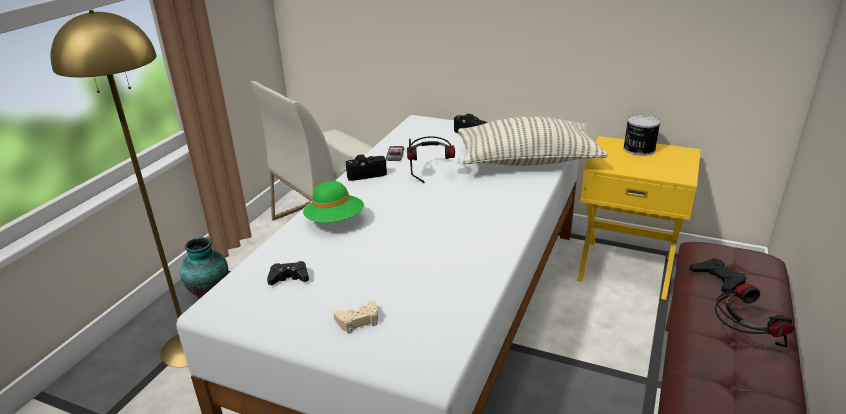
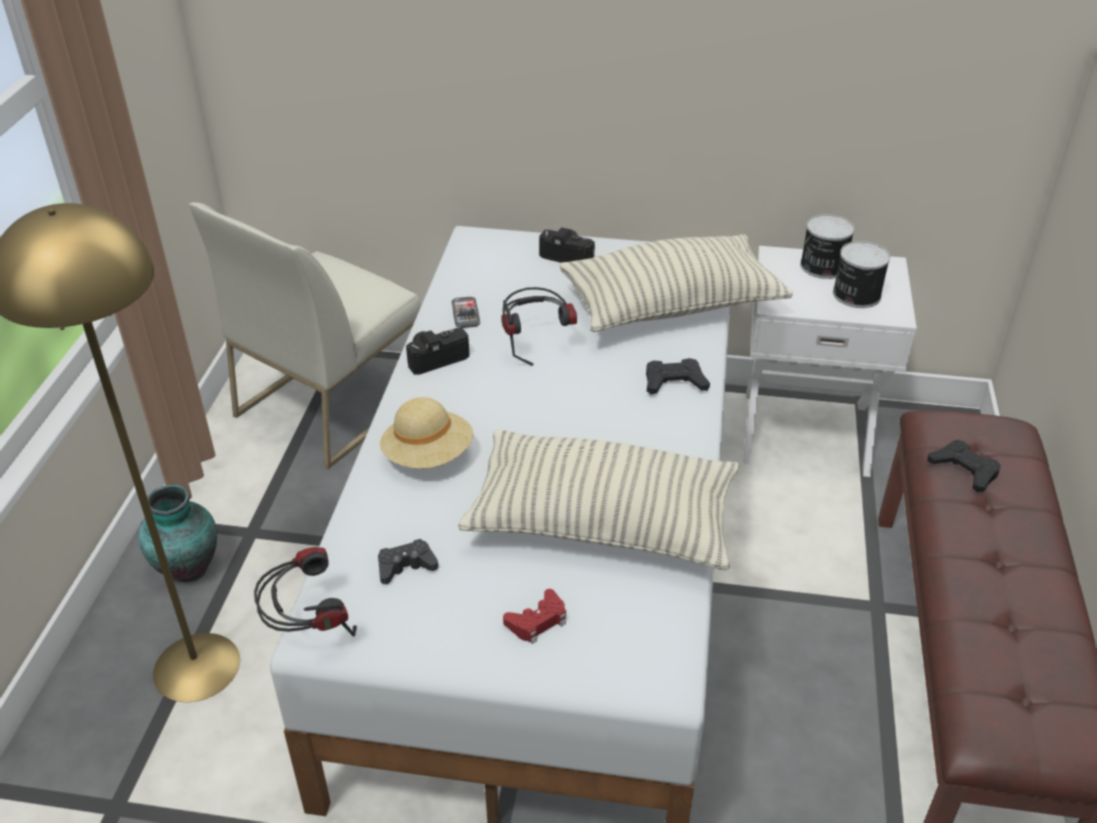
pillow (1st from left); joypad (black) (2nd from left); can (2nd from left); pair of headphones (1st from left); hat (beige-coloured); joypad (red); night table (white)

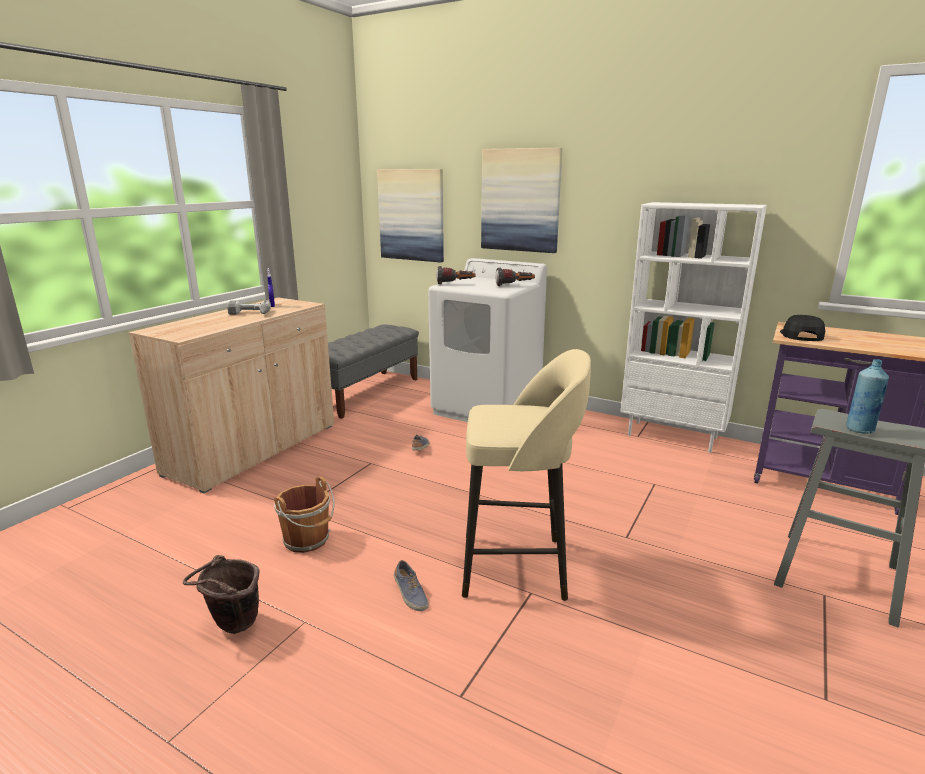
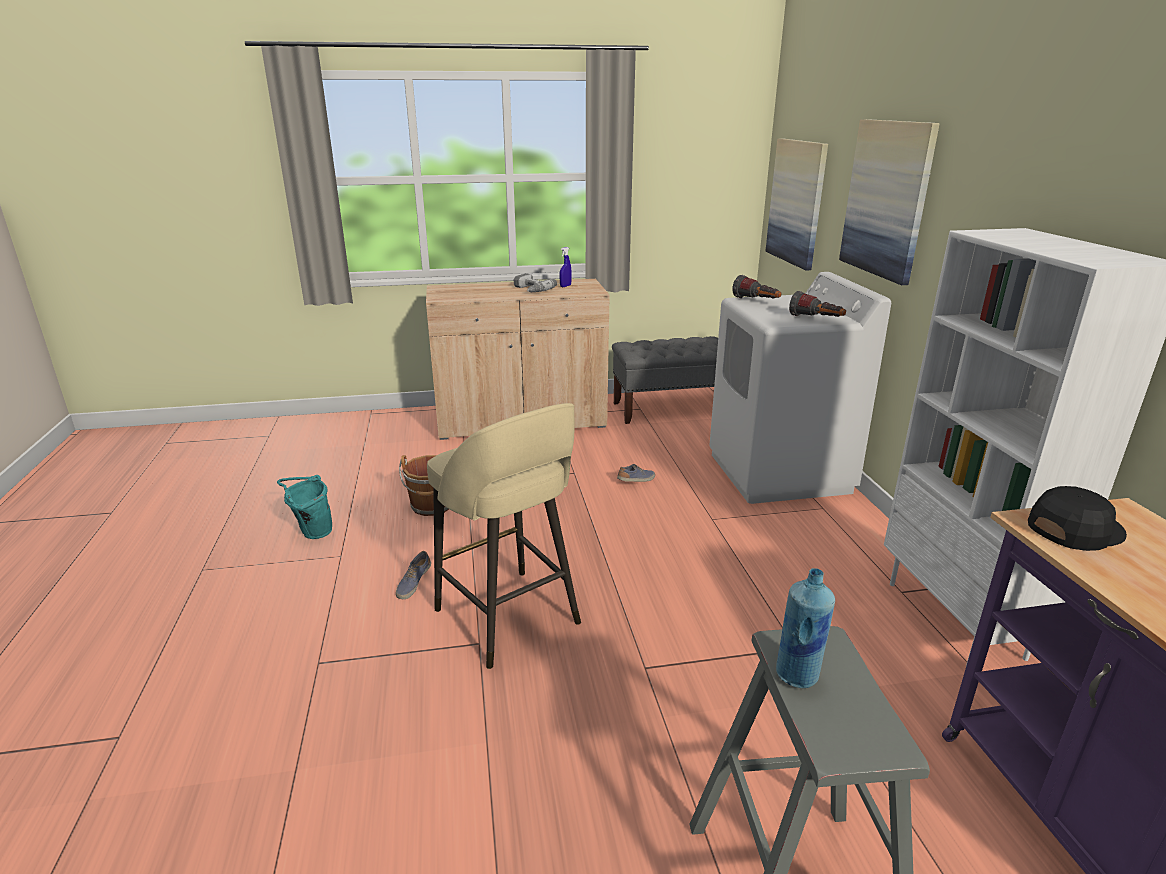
bucket (blue-green)

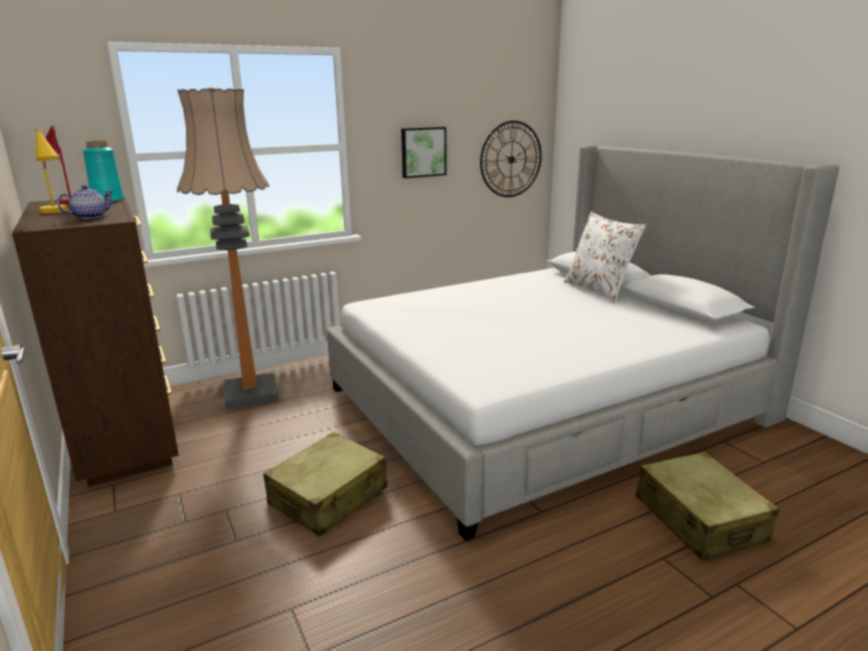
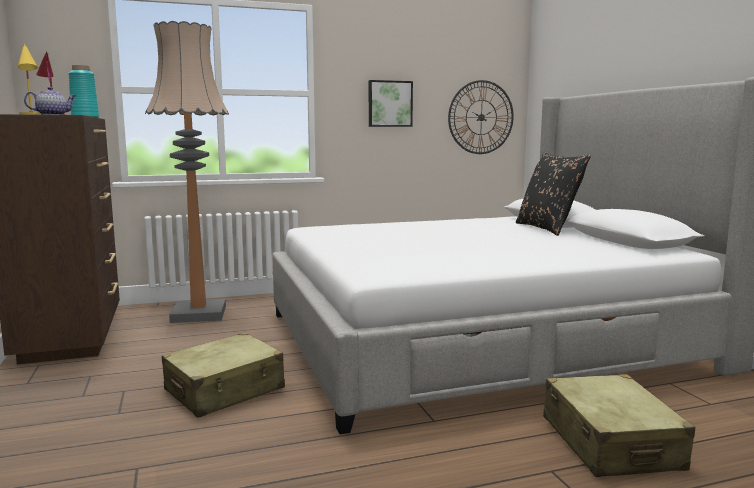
pillow (black)

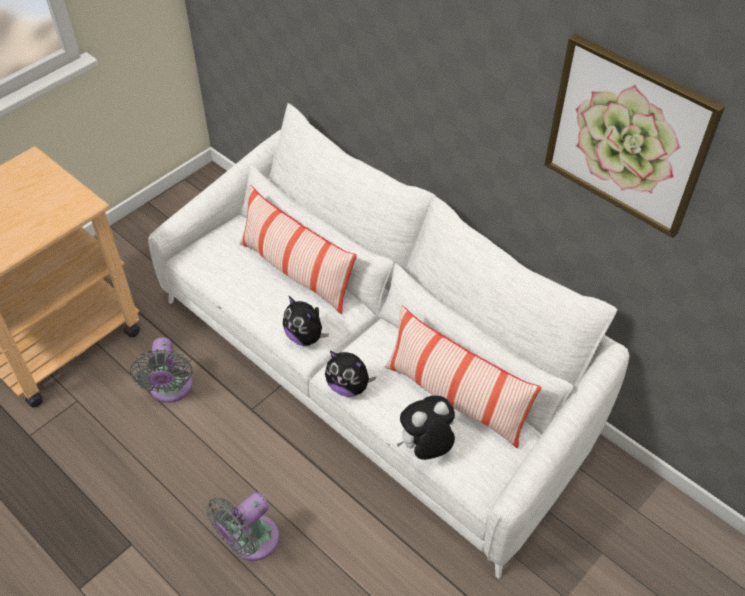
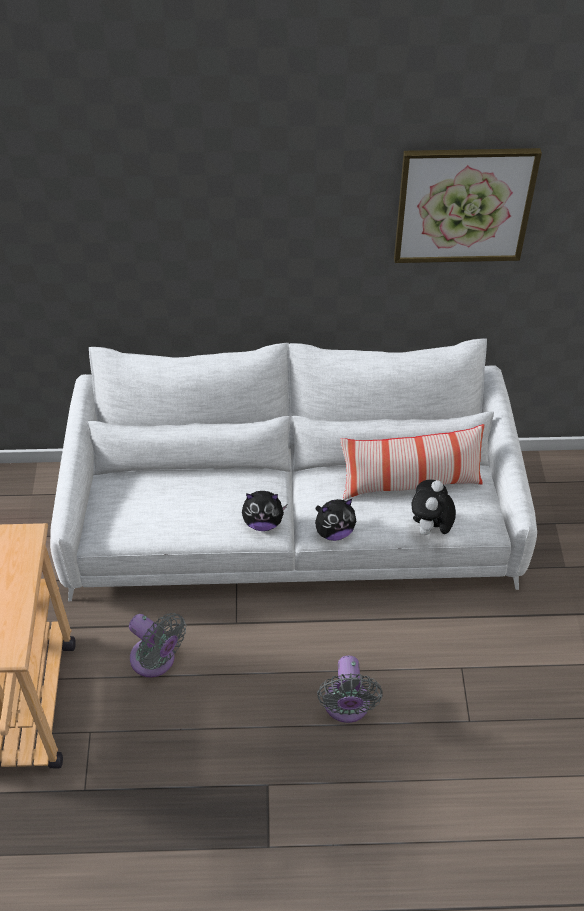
pillow (1st from left in the first image)

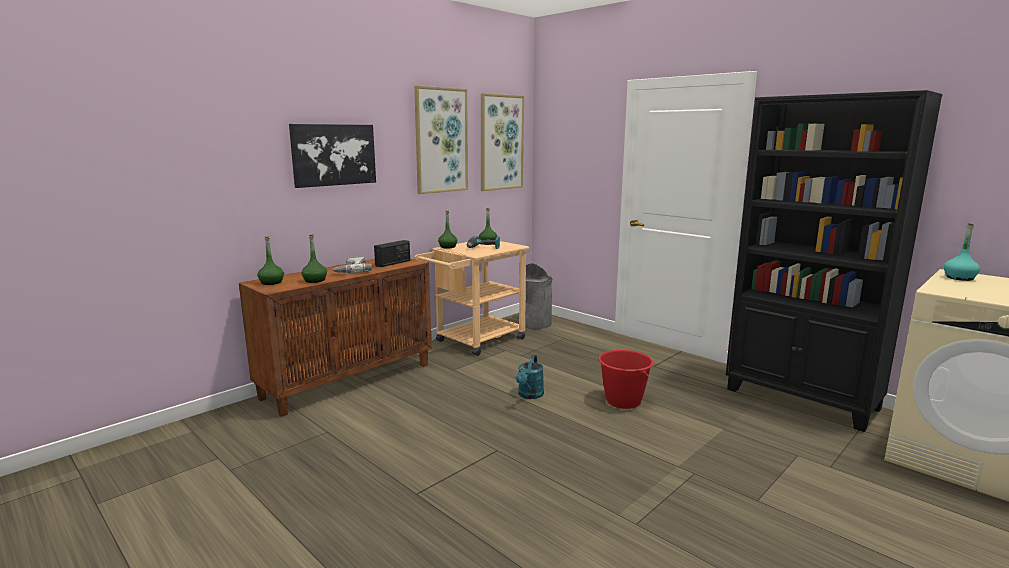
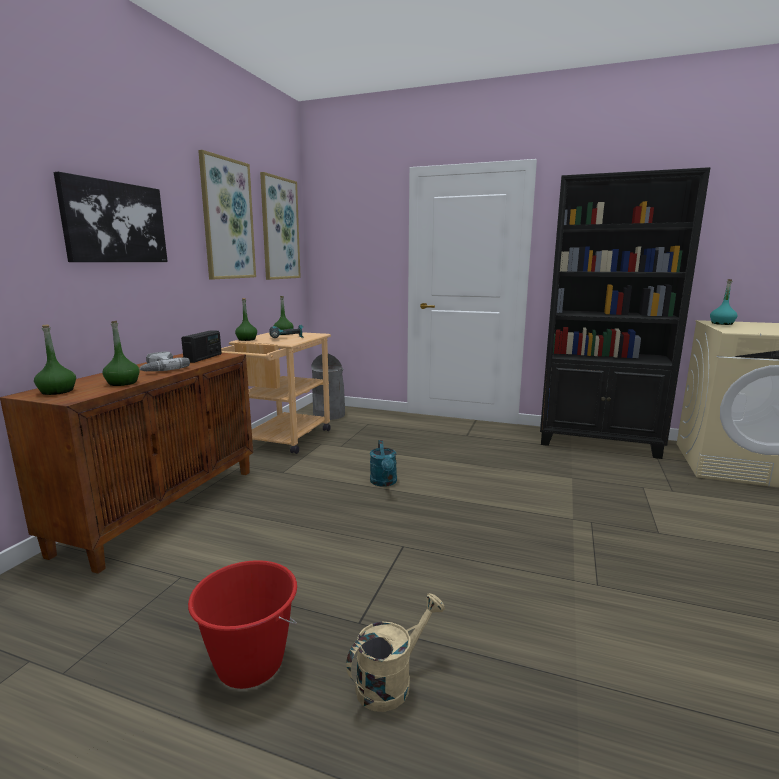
watering can (beige-coloured); bucket (red)

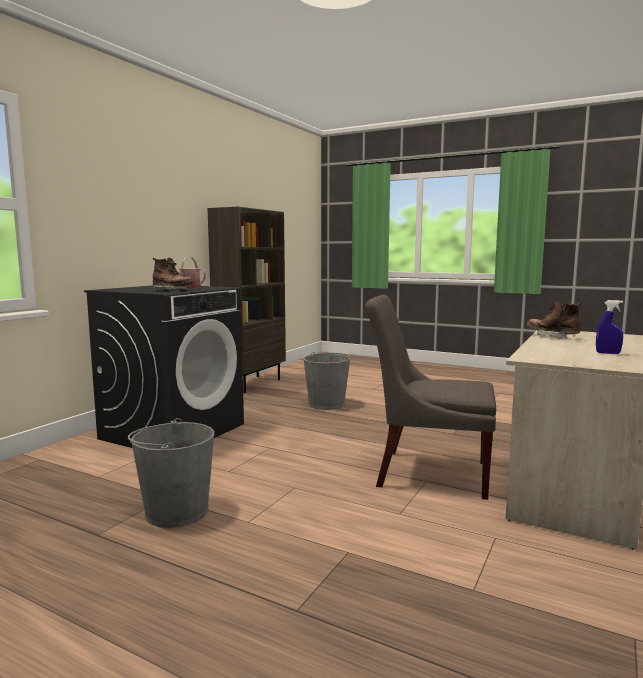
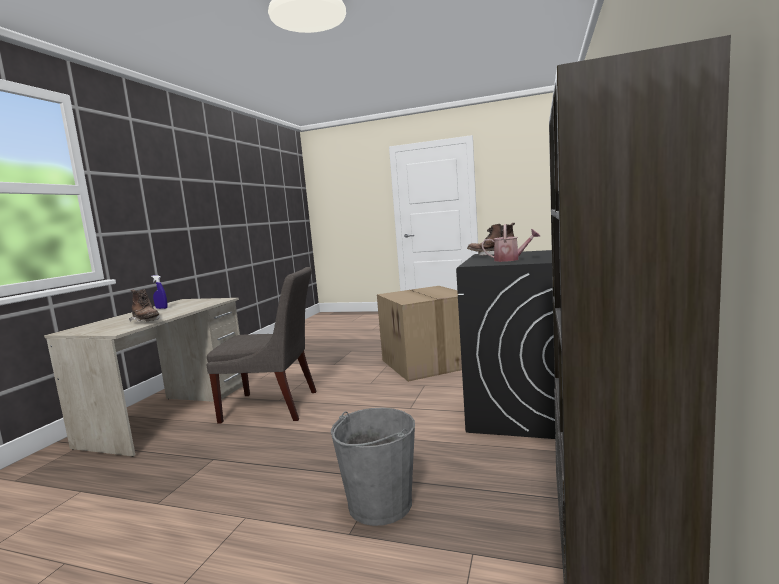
packing box

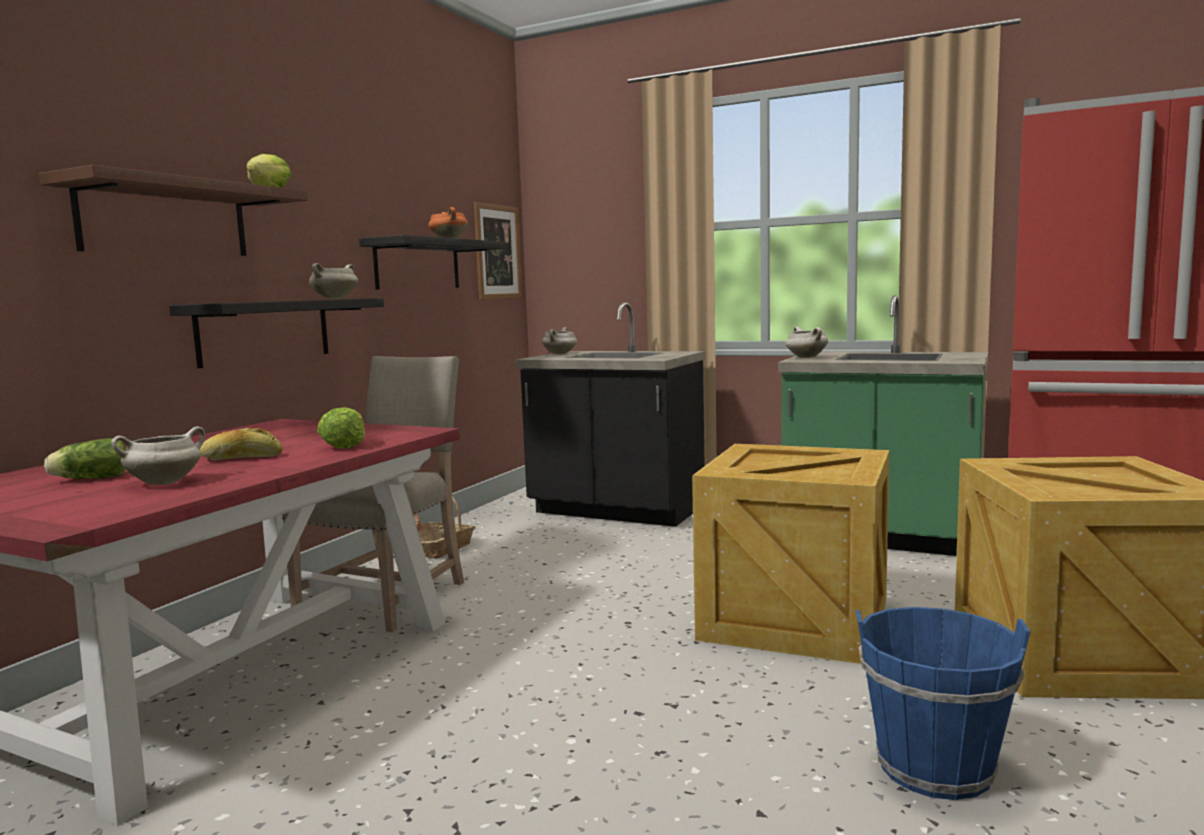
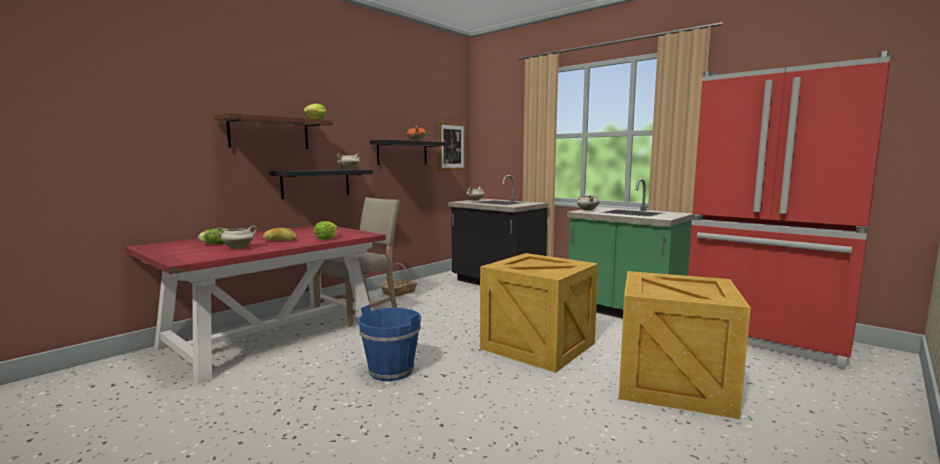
bucket (blue)

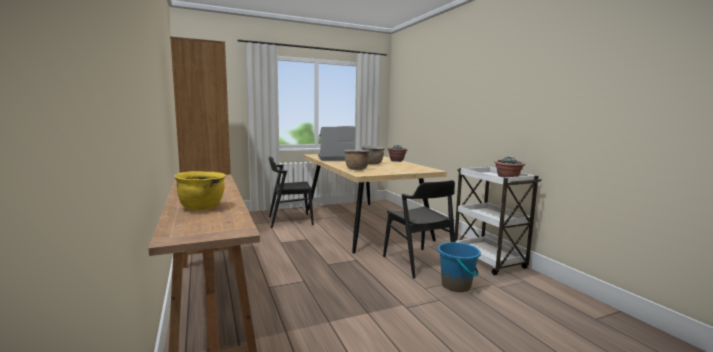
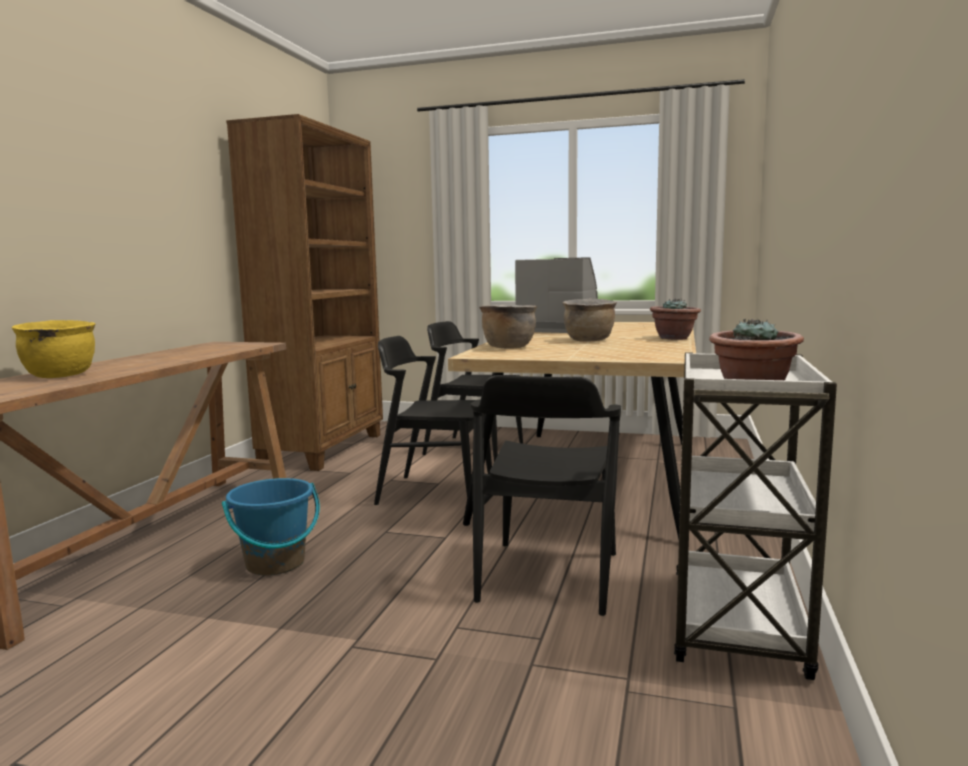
upright chair (black) (1st from left); bucket (blue)

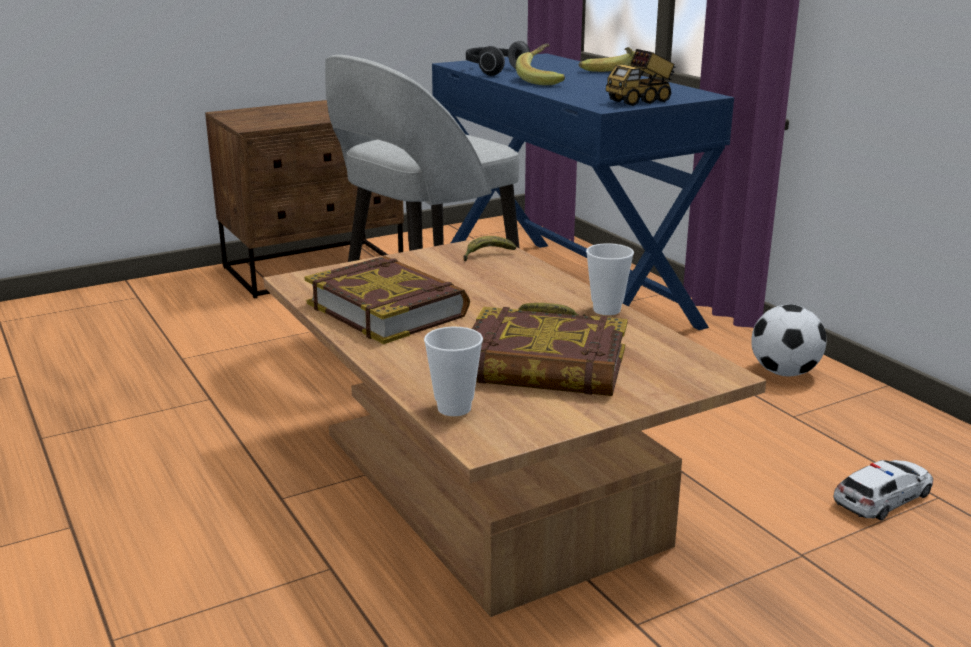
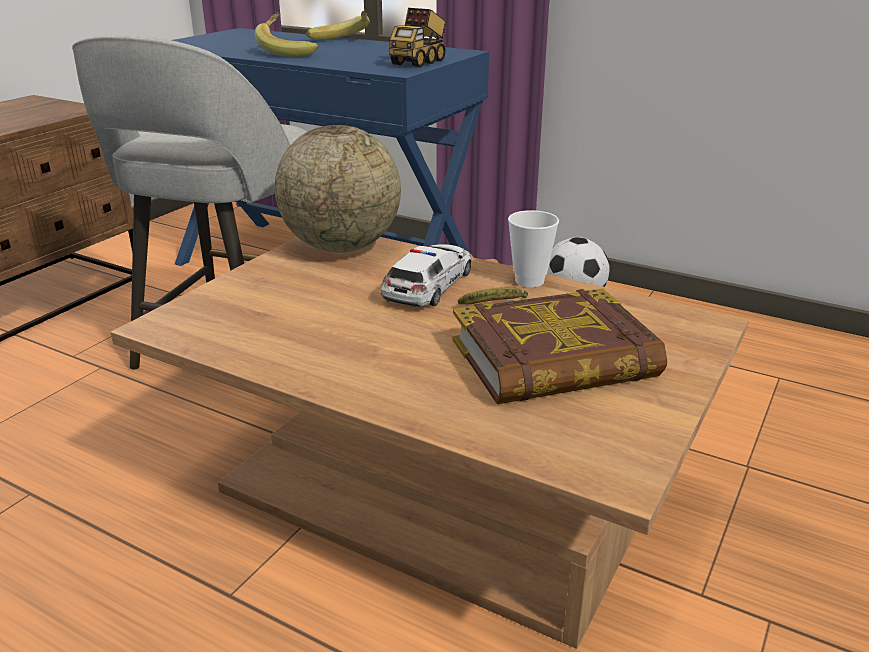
volume (1st from left in the first image); small cup (1st from left in the first image); pair of headphones; model car; world globe

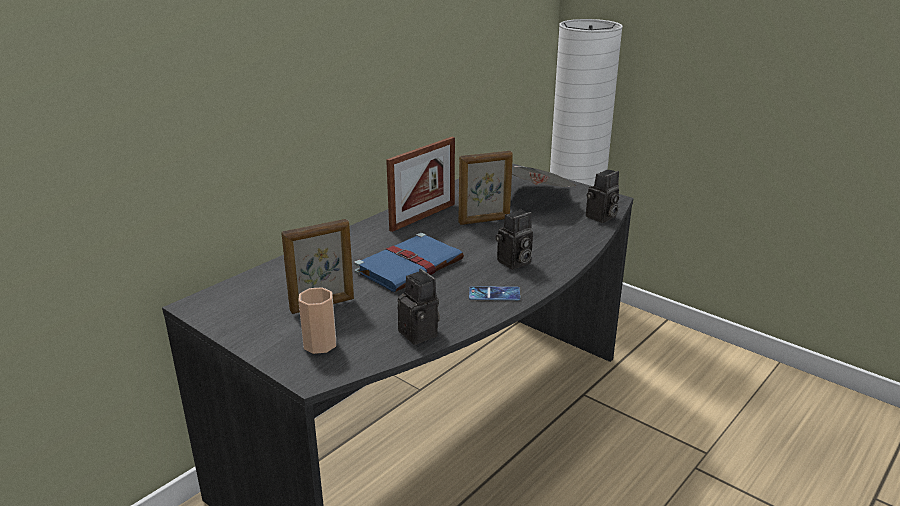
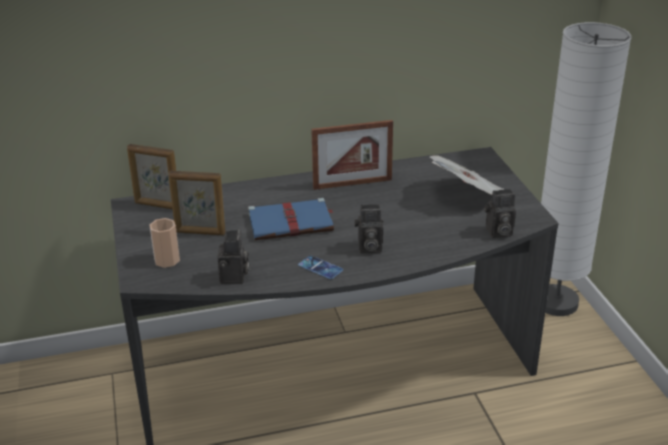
picture frame (1st from left)

